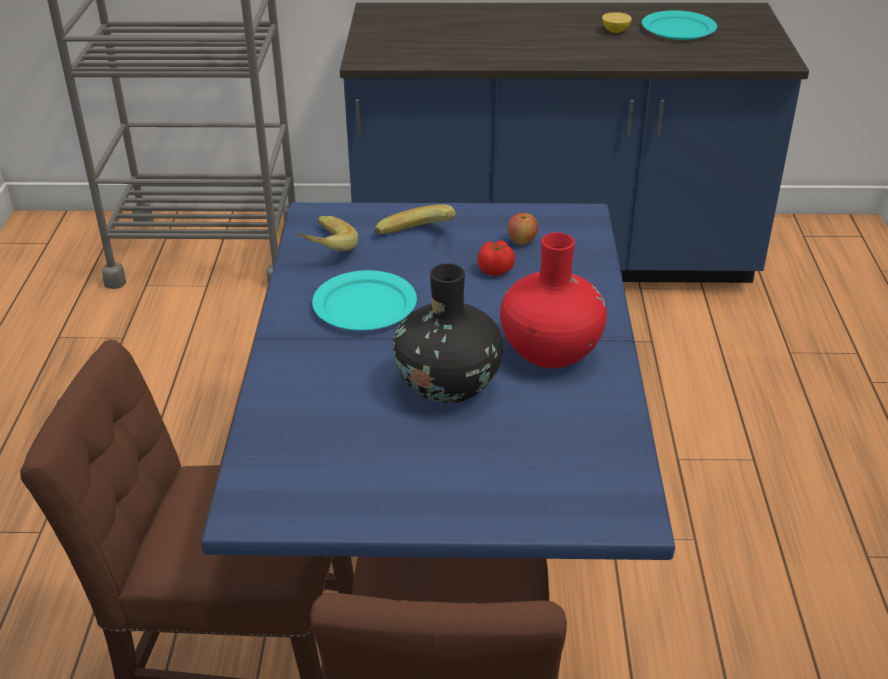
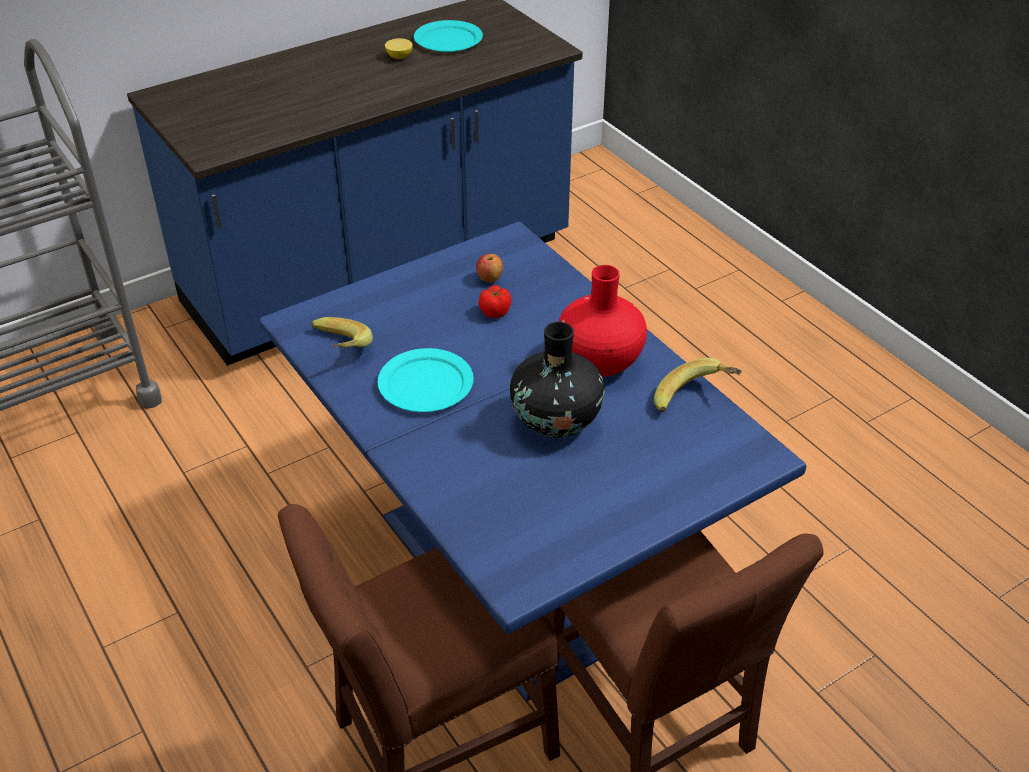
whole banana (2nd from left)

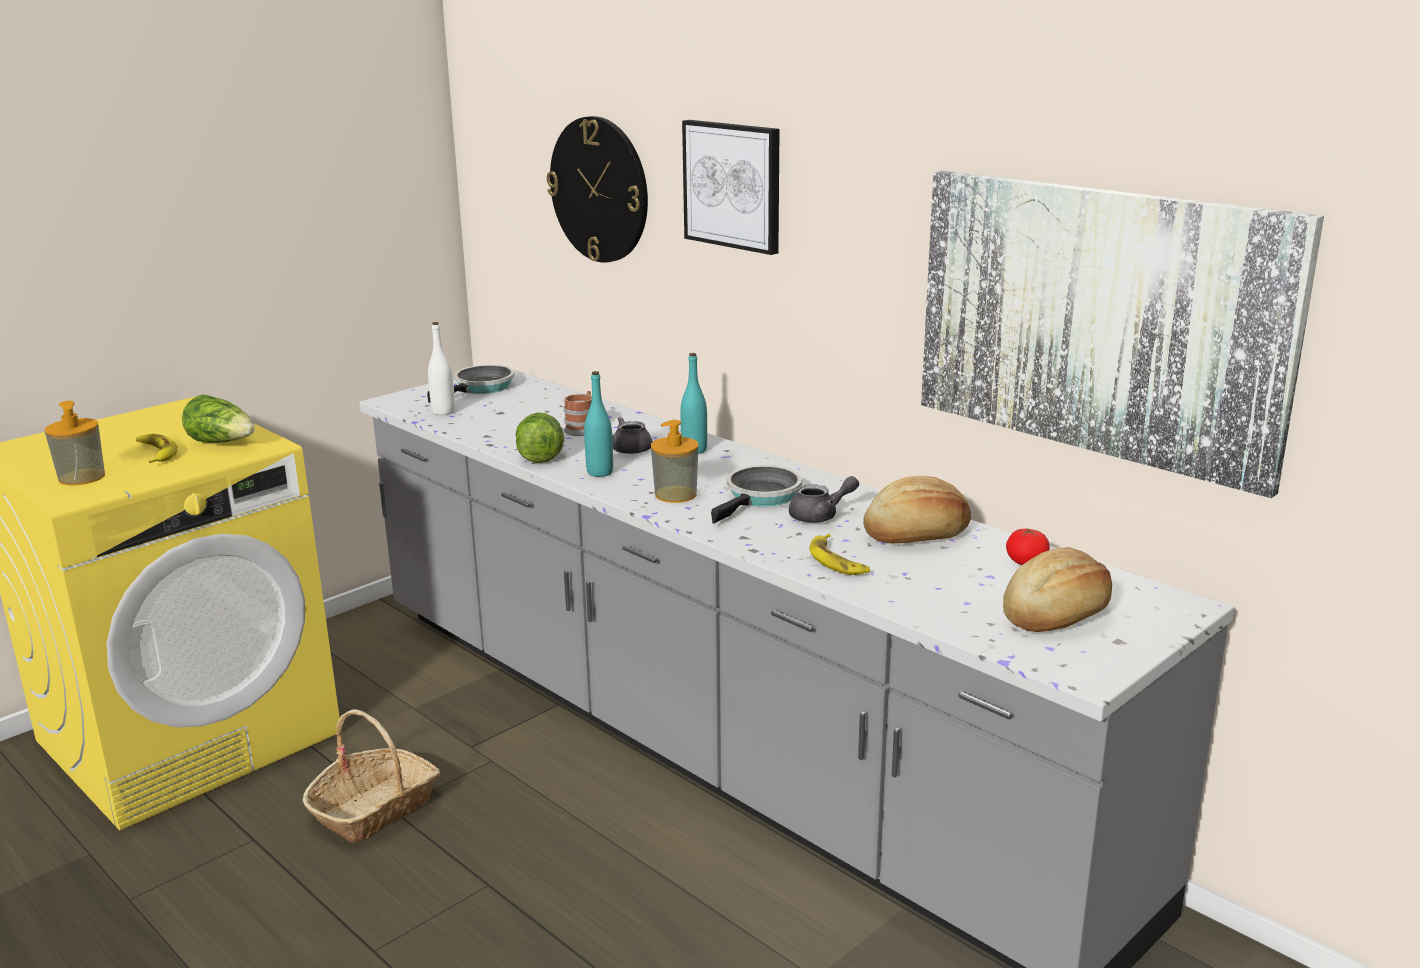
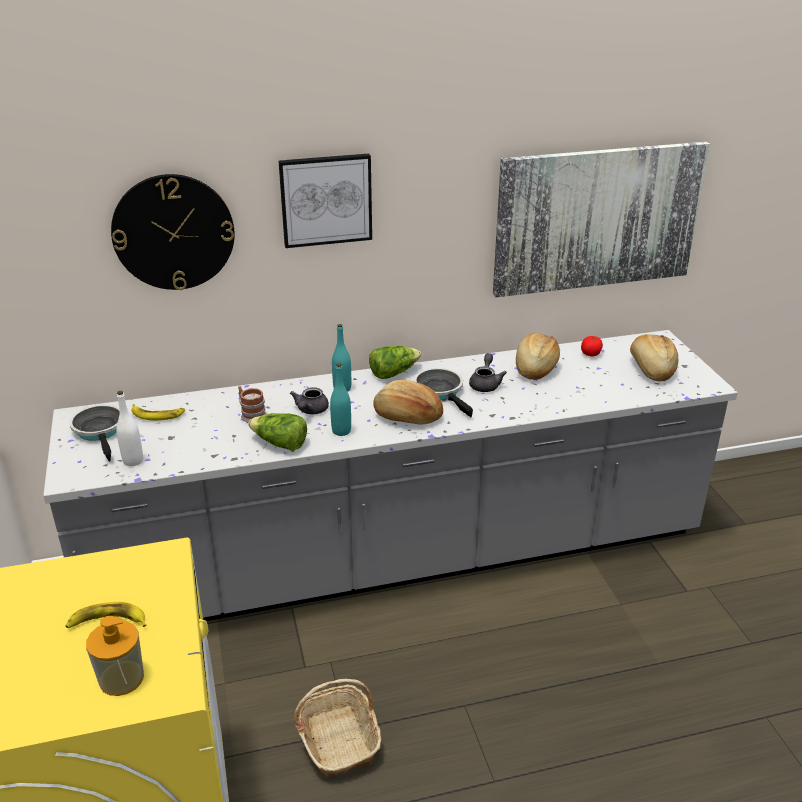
lettuce head (2nd from left); whole banana (2nd from left); bakery bread (1st from left)

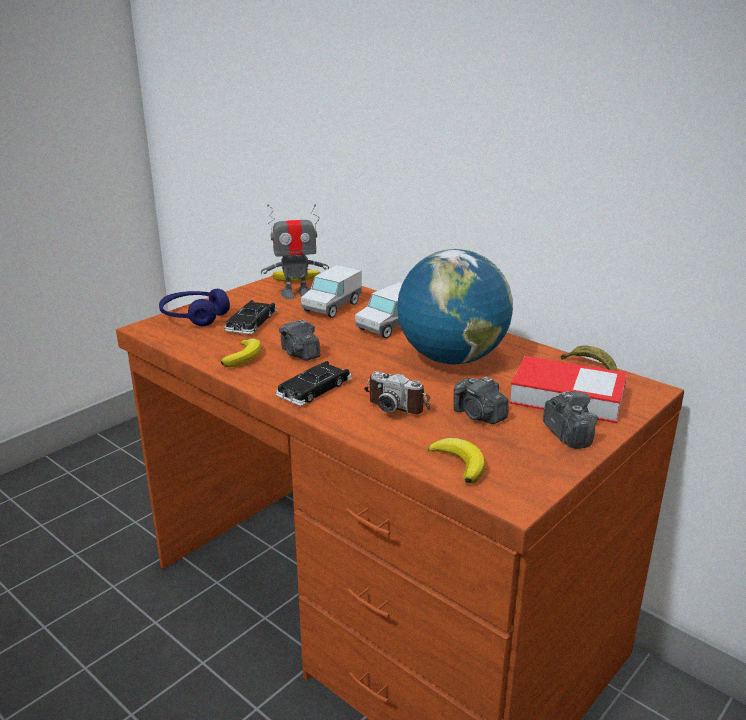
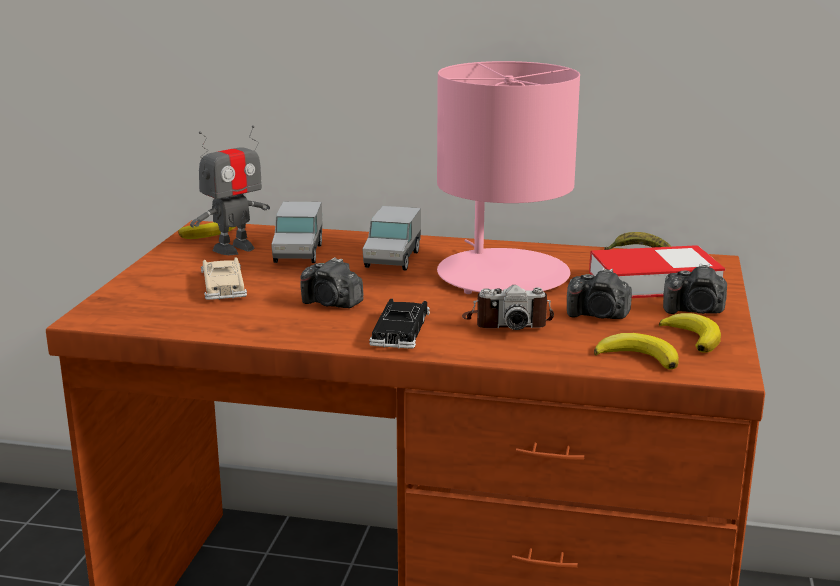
pair of headphones (blue); whole banana (4th from left); lamp for a table (pinkish); model car (beige-coloured); still camera (4th from left)

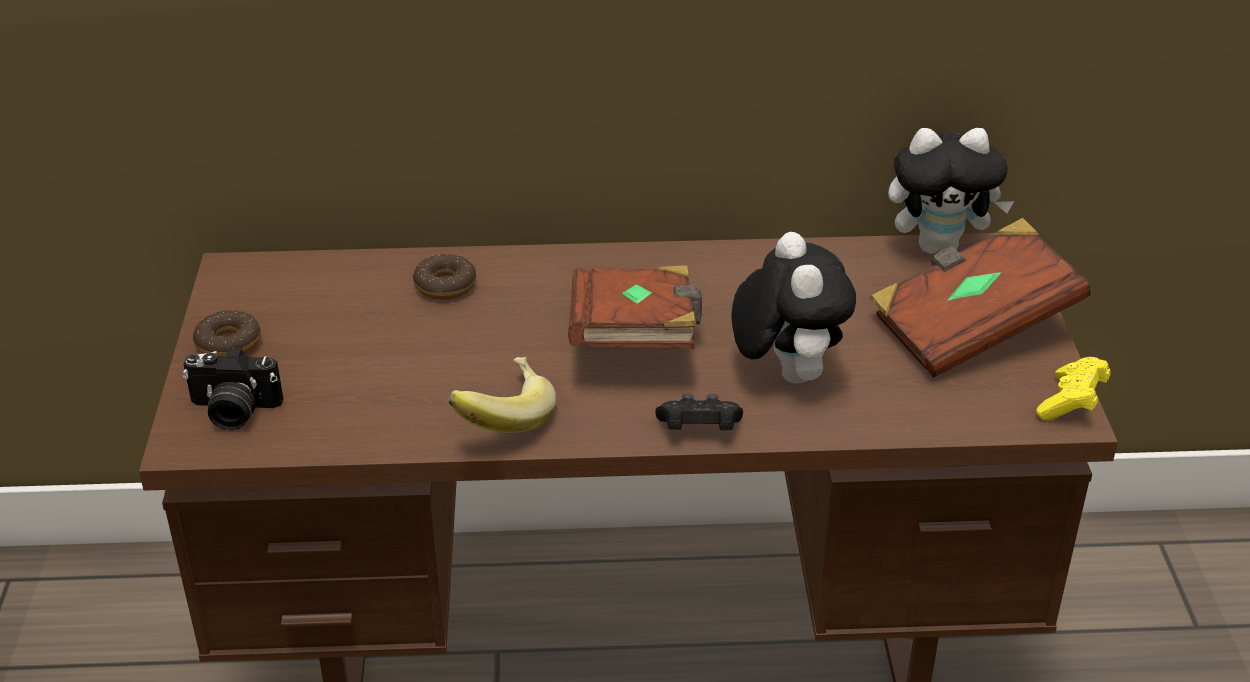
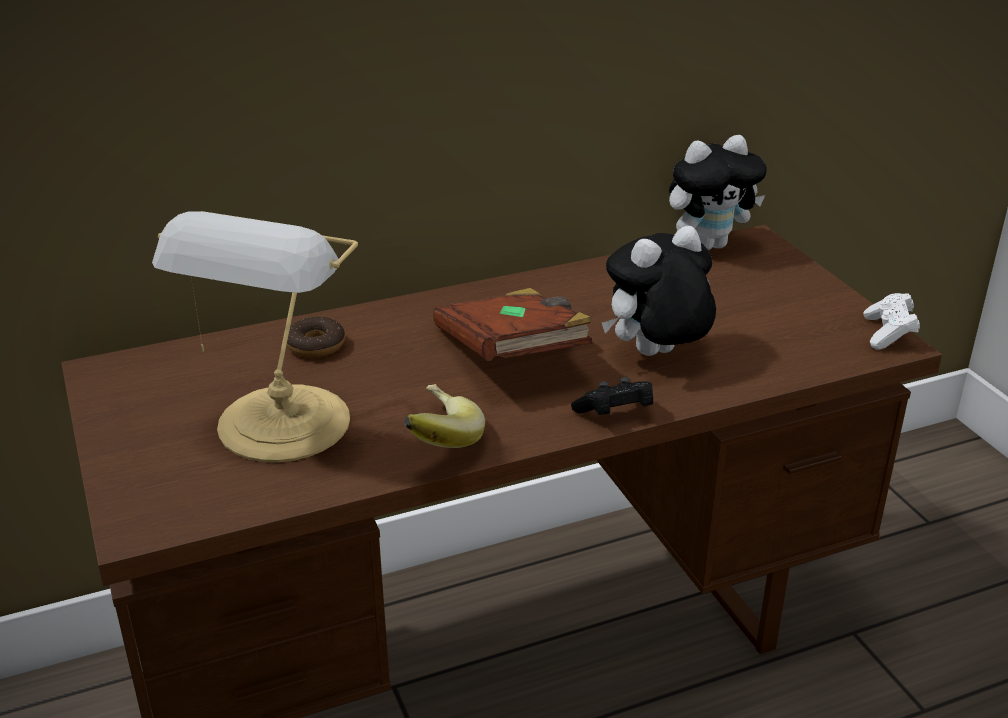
still camera; doughnut (1st from left in the first image); volume (brownish) (2nd from left in the first image); lamp for a table; joypad (white); plush toy (1st from left)

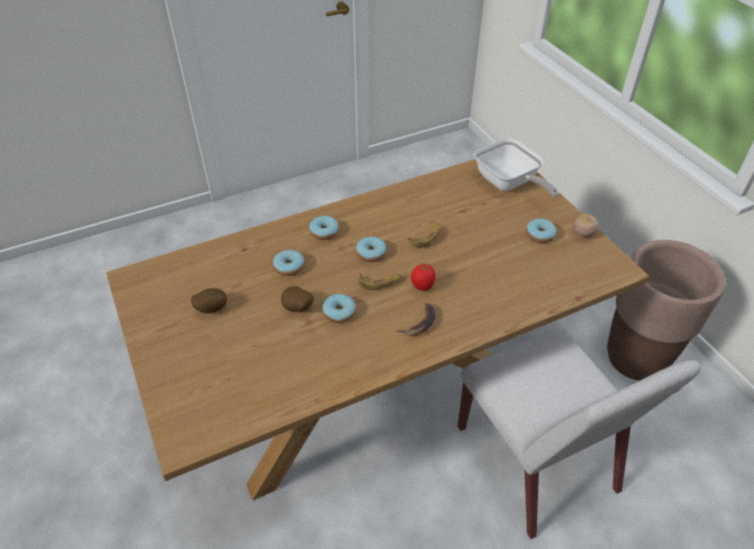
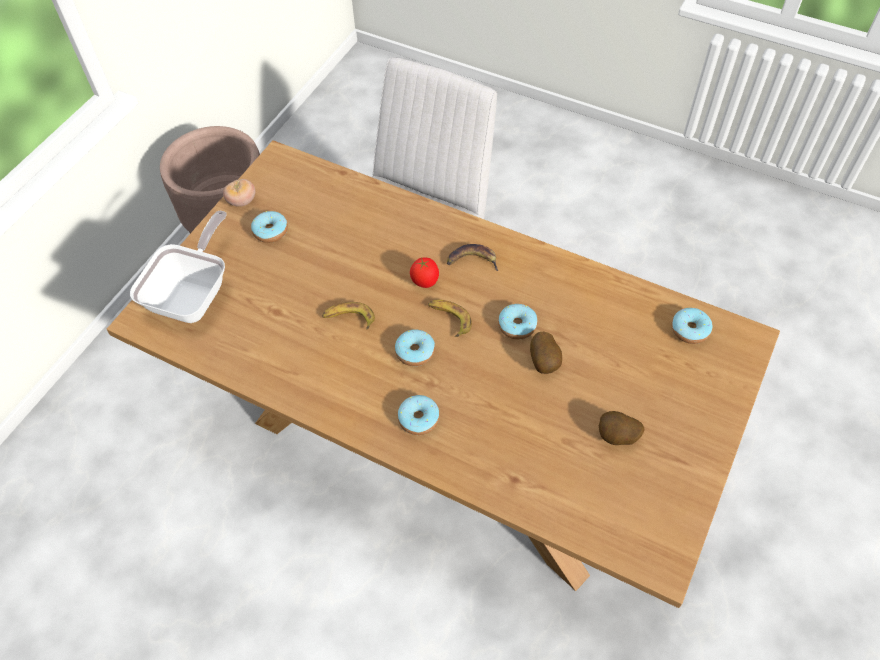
doughnut (5th from left)

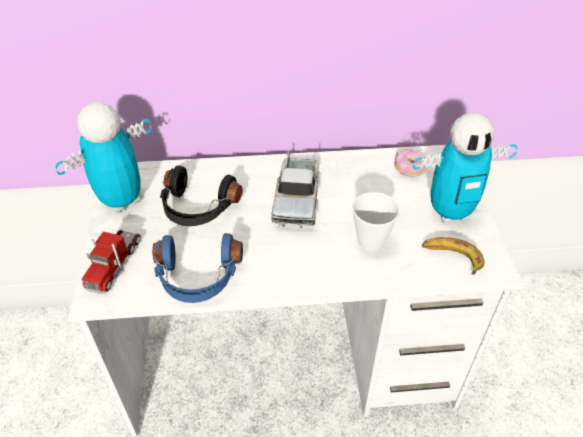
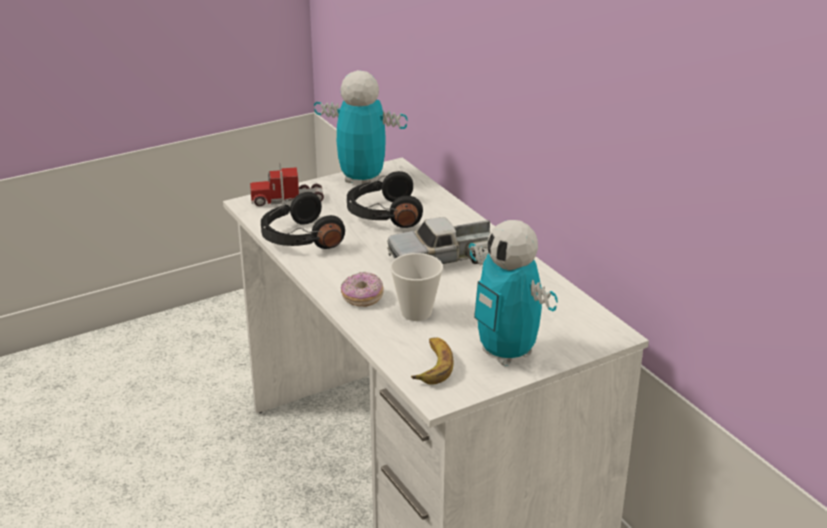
doughnut; pair of headphones (black) (1st from left)

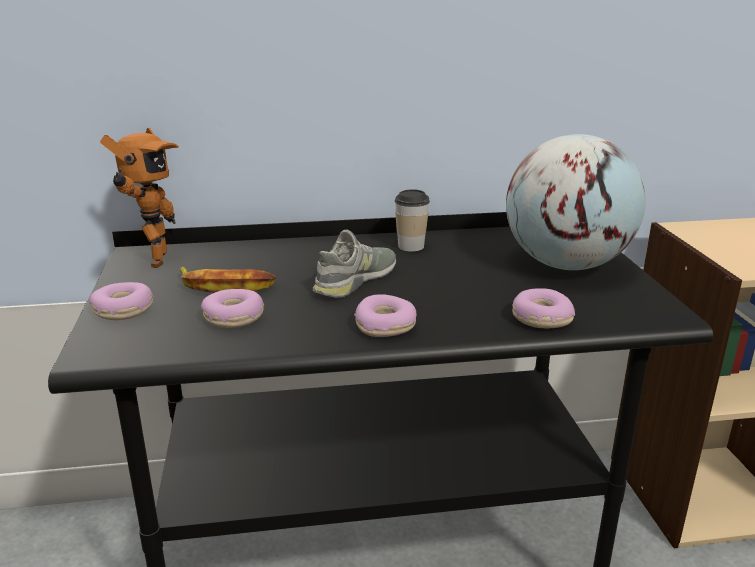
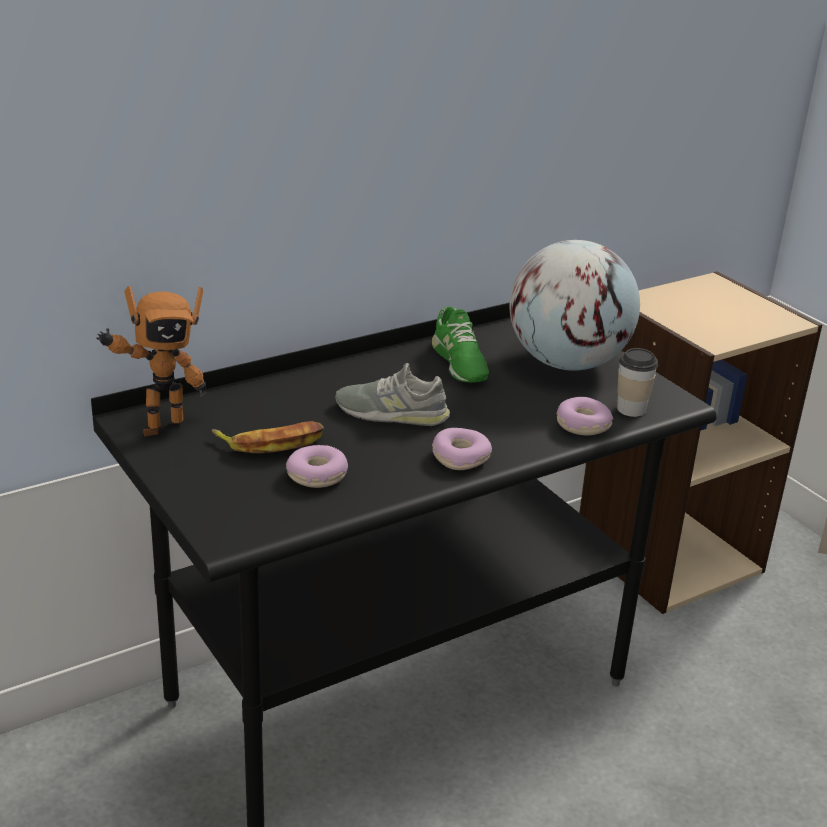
doughnut (1st from left in the first image); shoe (green); small cup; model robot; shoe (greyish)

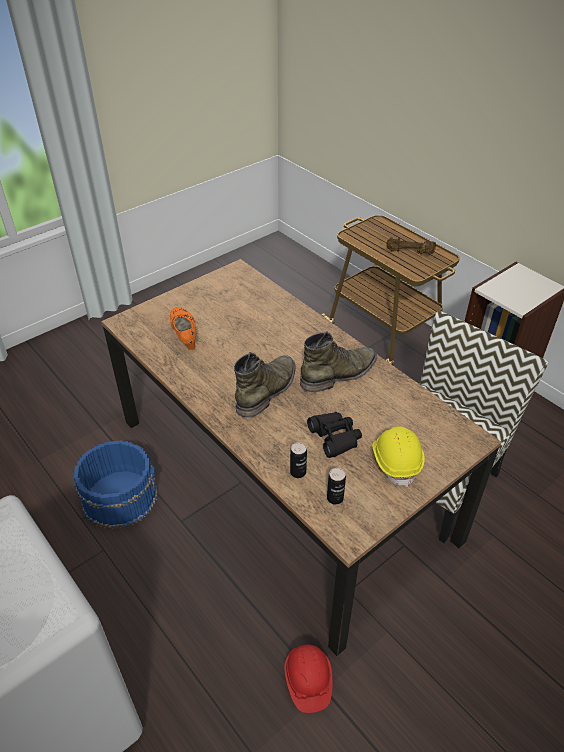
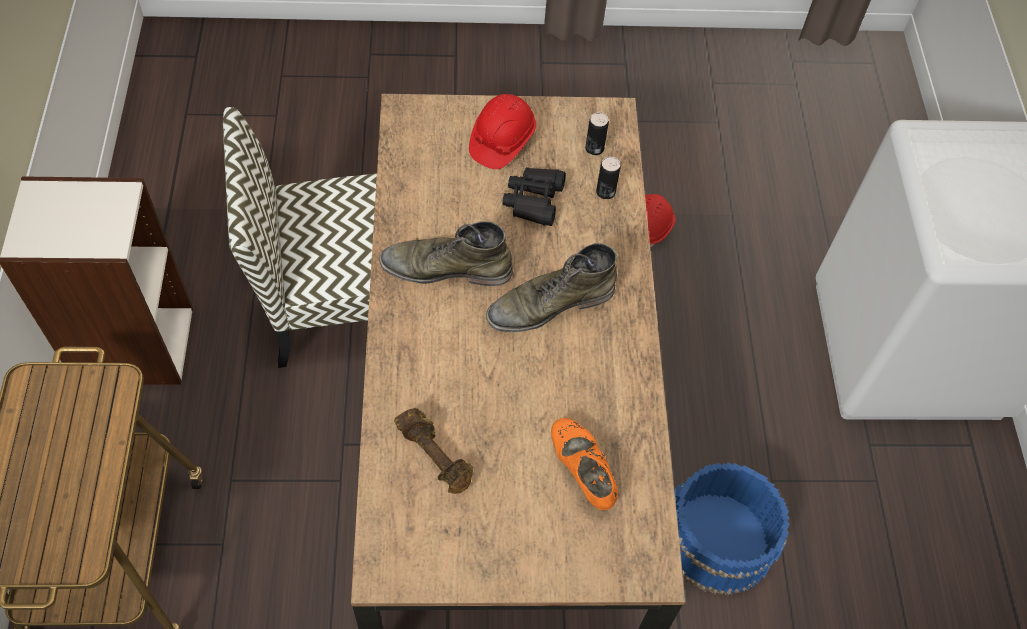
free weight (brownish); hard hat (red) (1st from left); shoe (orange-coloured)

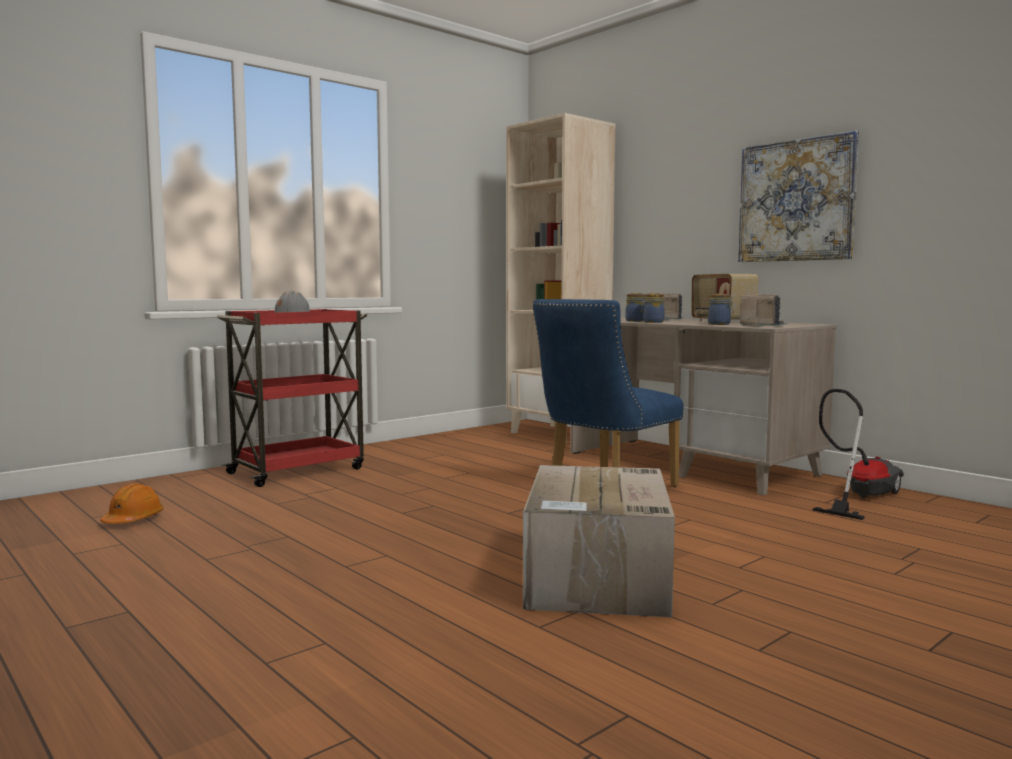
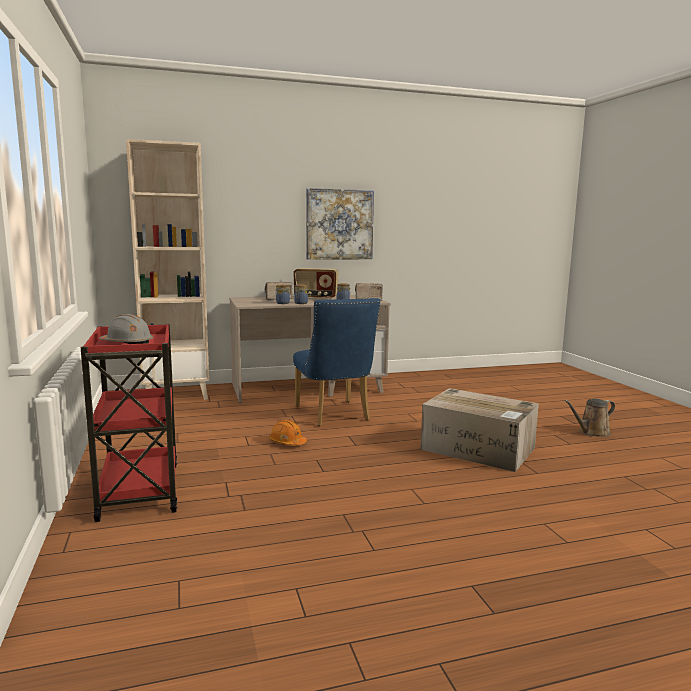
vacuum cleaner; watering can (brownish); hard hat (orange-coloured)

